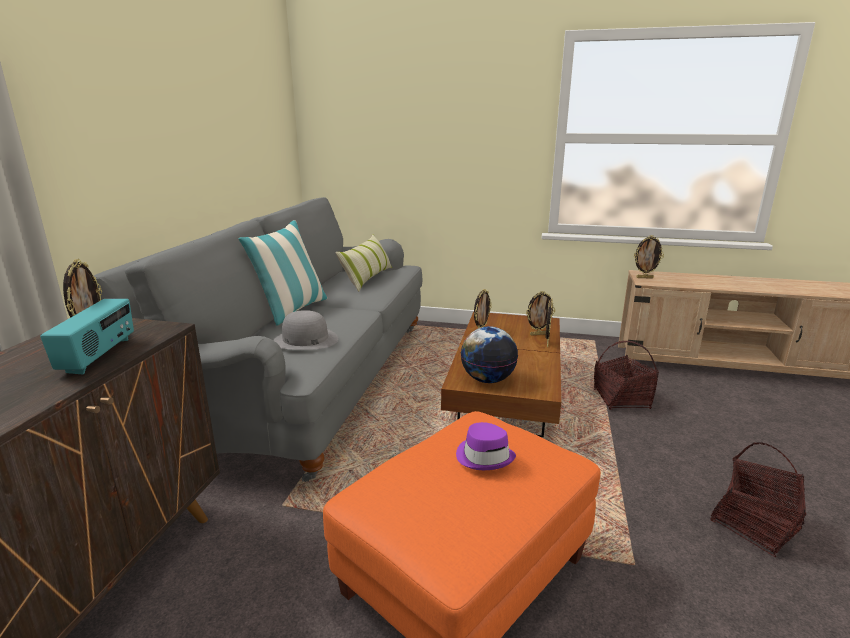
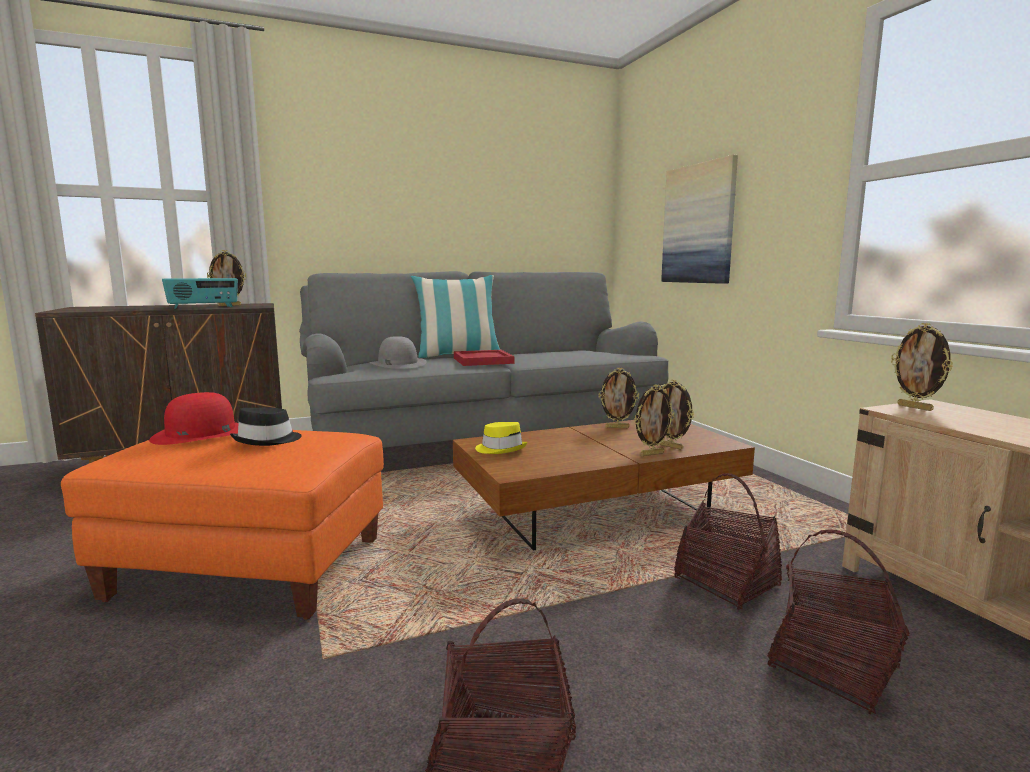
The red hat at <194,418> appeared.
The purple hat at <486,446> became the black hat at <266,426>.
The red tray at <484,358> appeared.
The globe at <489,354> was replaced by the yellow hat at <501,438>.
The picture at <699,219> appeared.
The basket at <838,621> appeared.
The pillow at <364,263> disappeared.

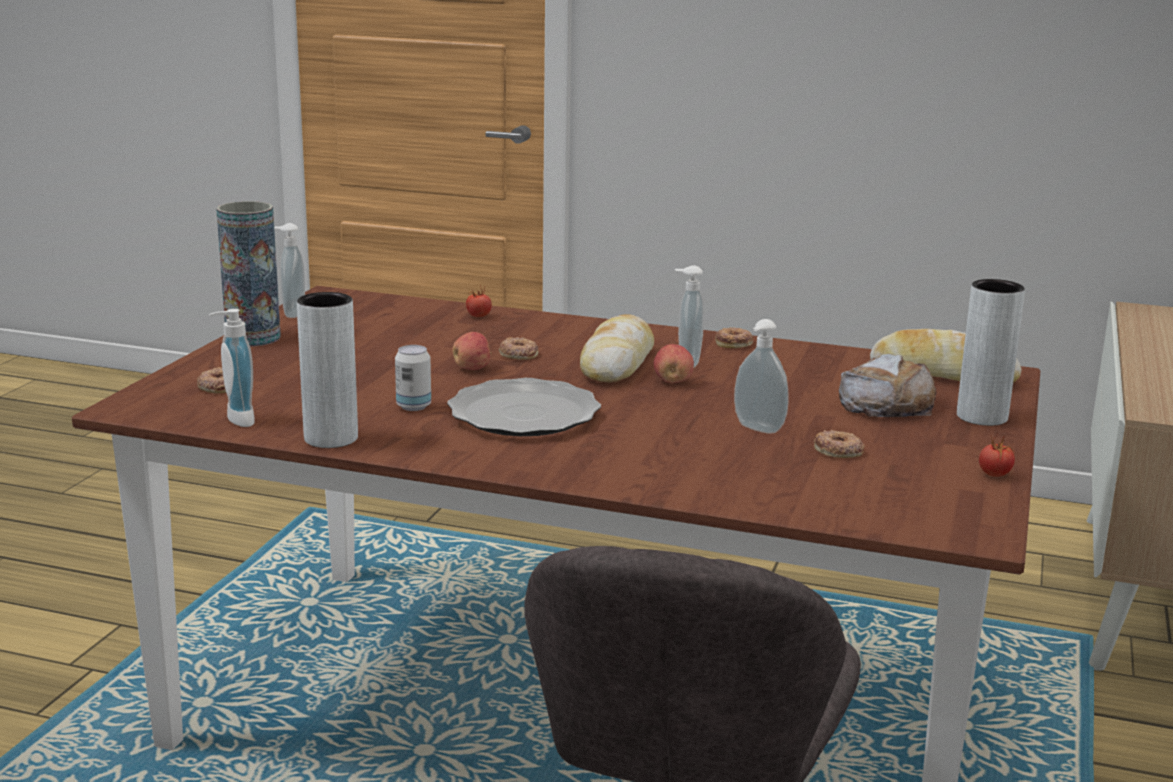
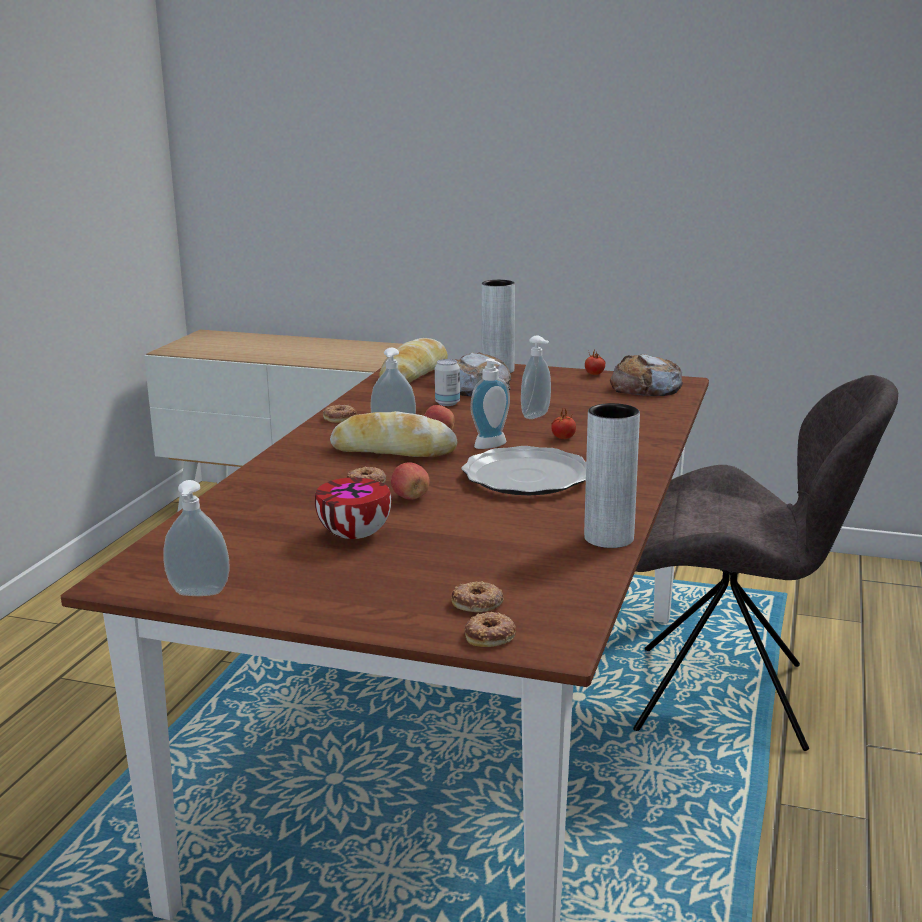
The bowl at <353,508> appeared.
The can moved from <413,378> to <447,382>.
The donut moved from <839,444> to <490,629>.
The soap dispenser moved from <232,368> to <490,404>.
The tomato moved from <479,301> to <563,424>.
The bread at <646,375> appeared.
The vase at <248,273> disappeared.

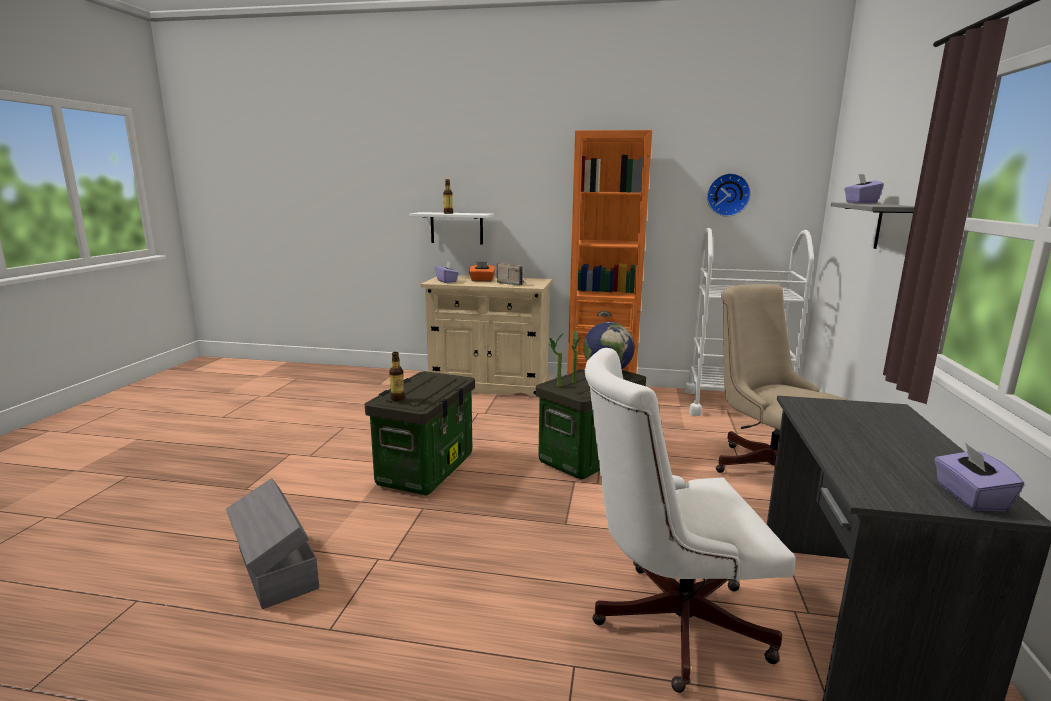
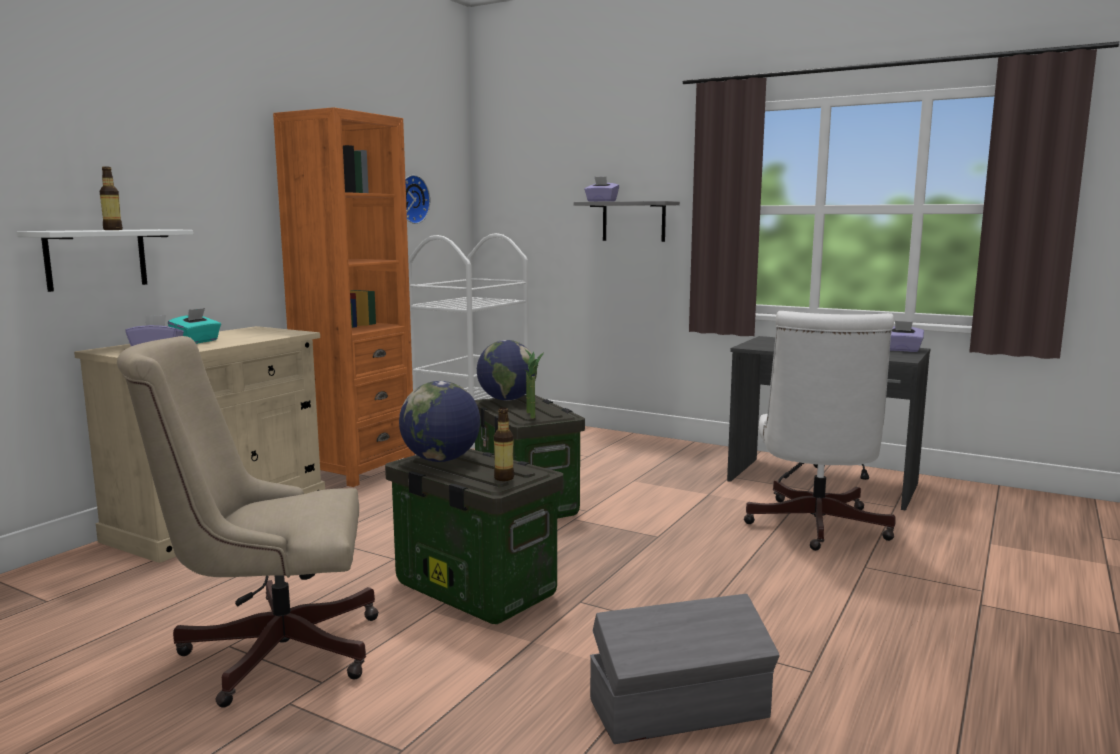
The beige office chair moved from <781,378> to <248,521>.
The orange tissue box at <482,271> became the turquoise tissue box at <194,326>.
The globe at <439,421> appeared.
The radio at <511,274> disappeared.

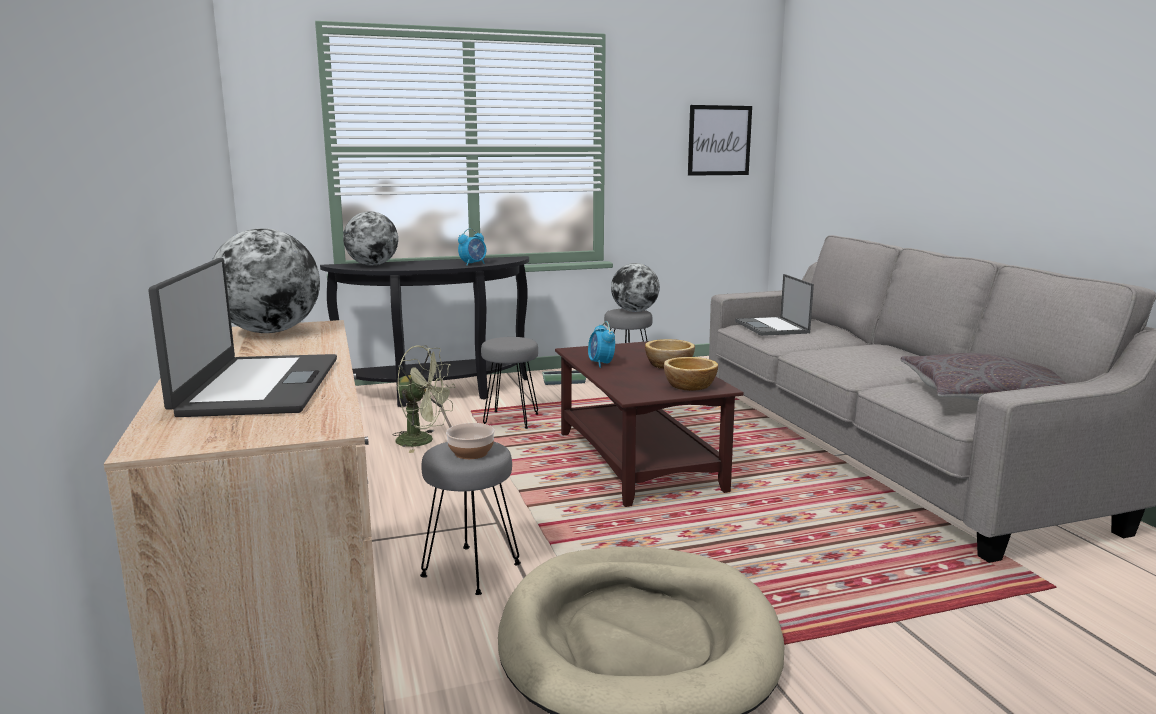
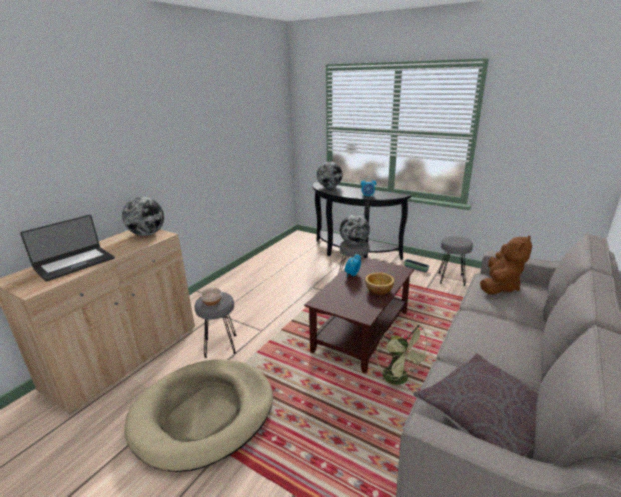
The globe moved from <635,287> to <355,230>.
The green fan moved from <424,399> to <404,353>.
The laptop at <774,305> was replaced by the brown plush toy at <506,265>.
The bowl at <691,374> disappeared.
The picture at <720,140> disappeared.

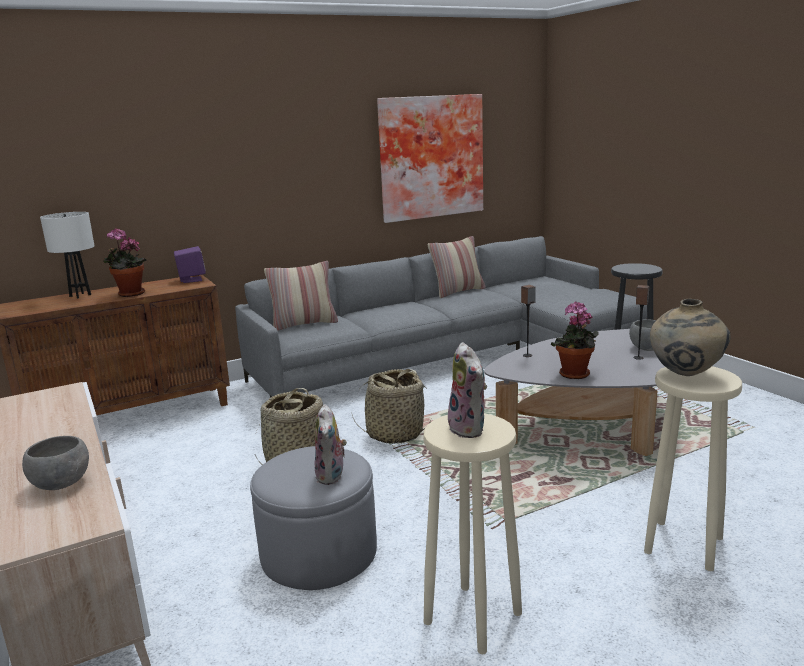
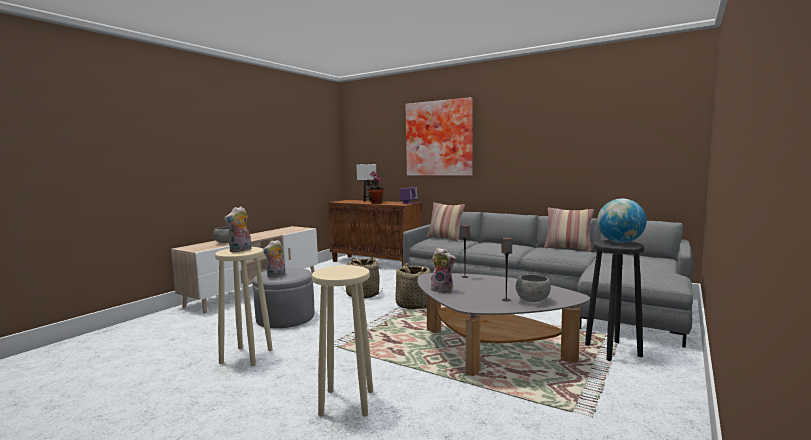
The picture moved from <430,158> to <438,136>.
The potted plant at <575,340> was replaced by the plush toy at <443,270>.
The globe at <622,221> appeared.
The beige vase at <690,337> disappeared.

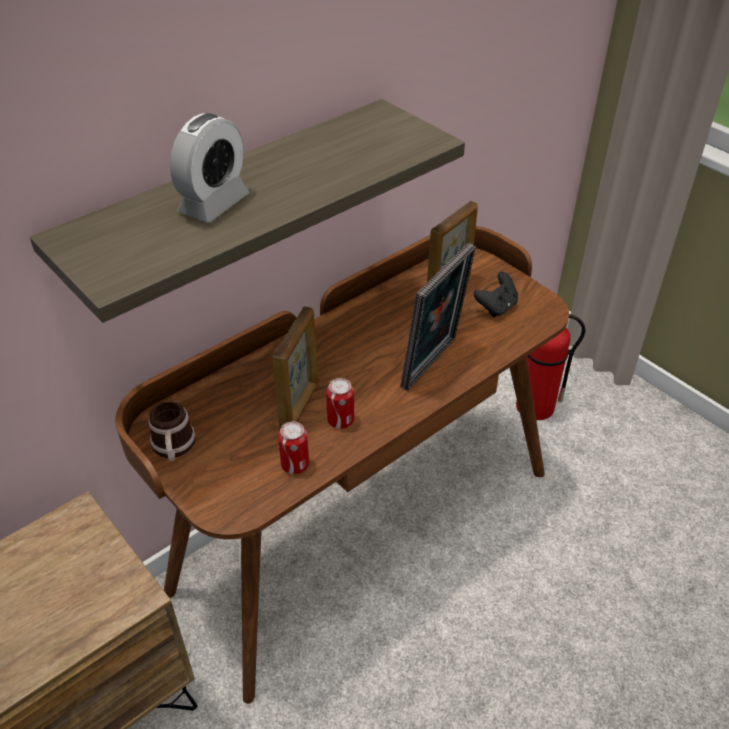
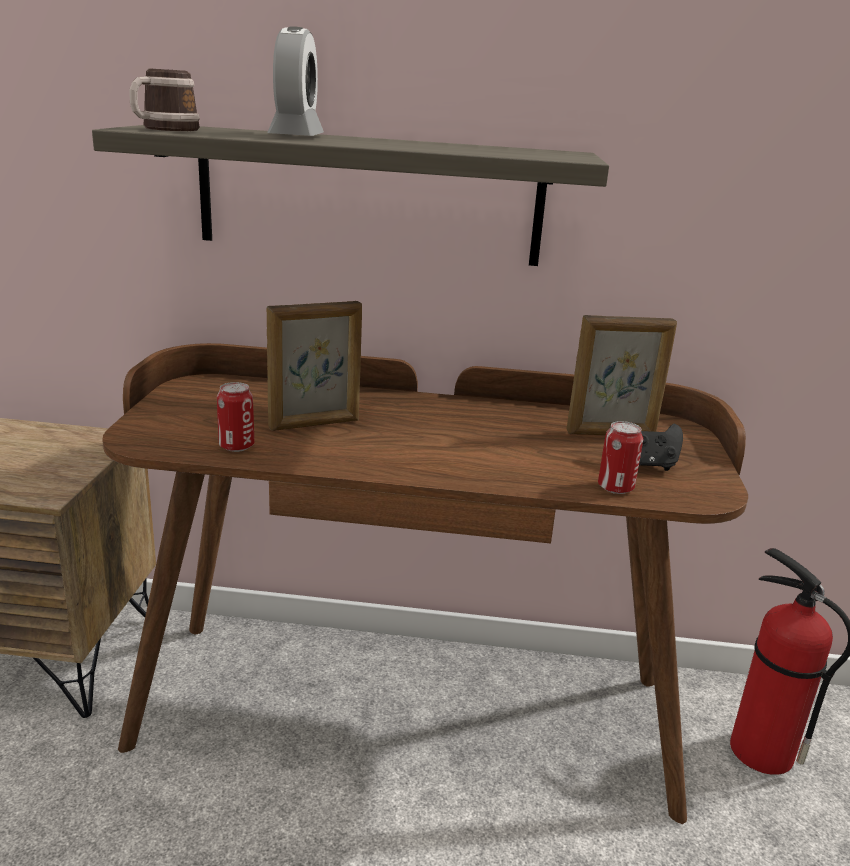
The mug moved from <172,431> to <164,100>.
The alarm clock at <209,168> turned 75 degrees counterclockwise.
The can moved from <340,403> to <620,457>.
The picture frame at <438,317> disappeared.

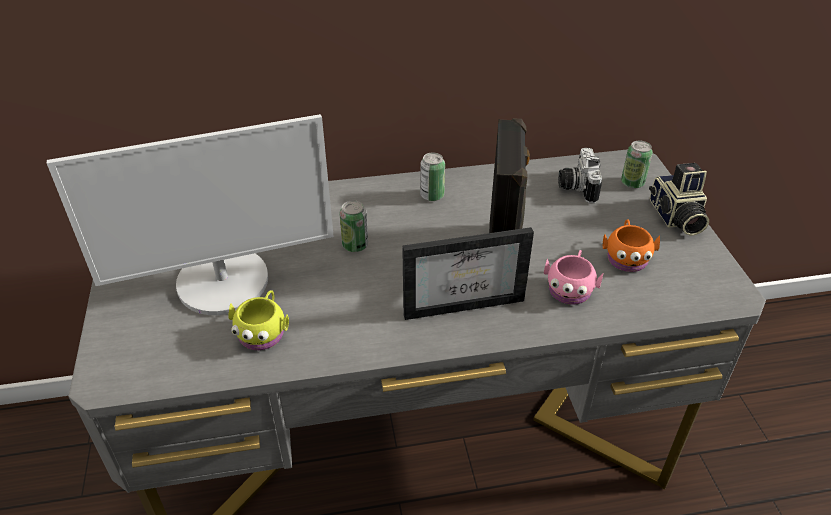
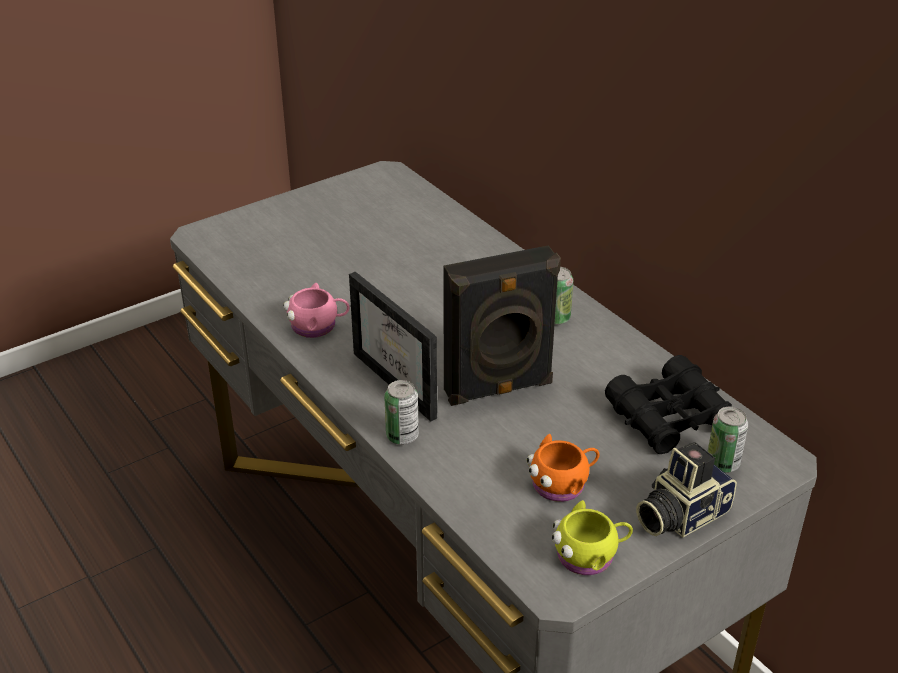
The pink mug moved from <573,277> to <316,310>.
The can moved from <354,226> to <401,412>.
The yellow mug moved from <259,320> to <592,537>.
The photo camera at <580,175> was replaced by the black binoculars at <668,404>.
The monitor at <190,214> disappeared.

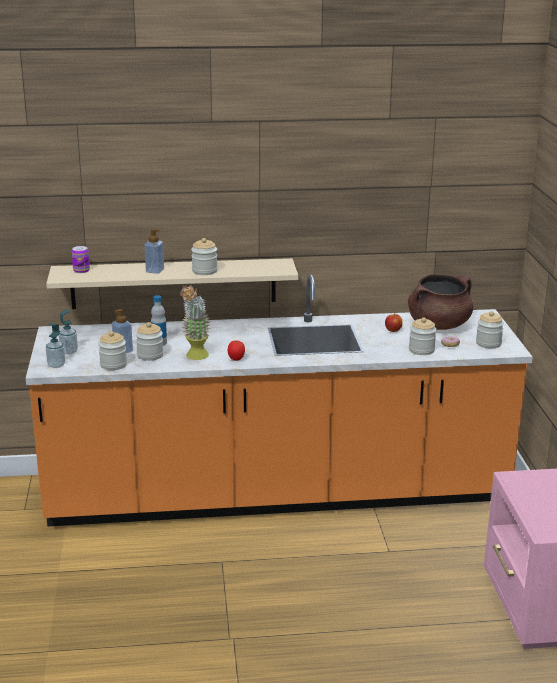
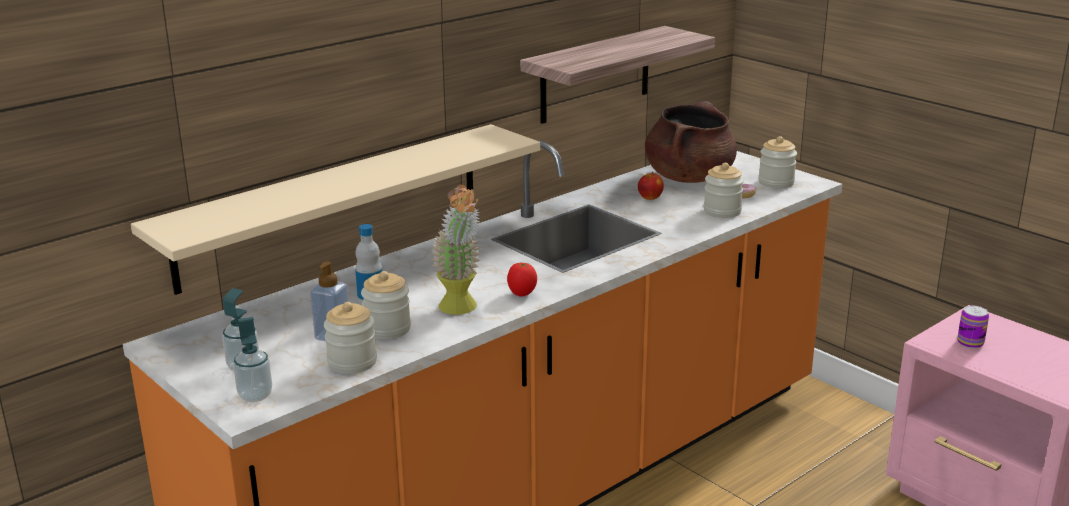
The shelf at <617,75> appeared.
The can moved from <81,259> to <973,327>.
The soap dispenser at <154,251> disappeared.
The jar at <204,256> disappeared.

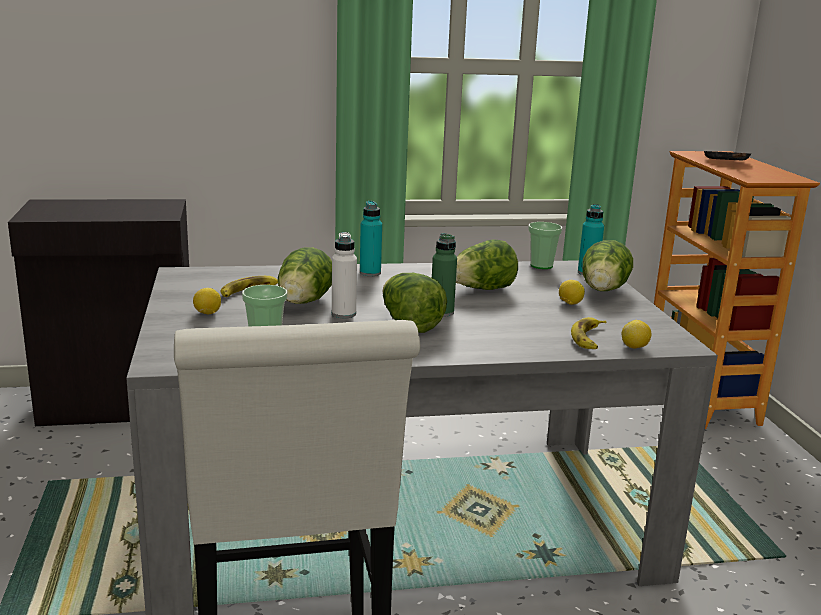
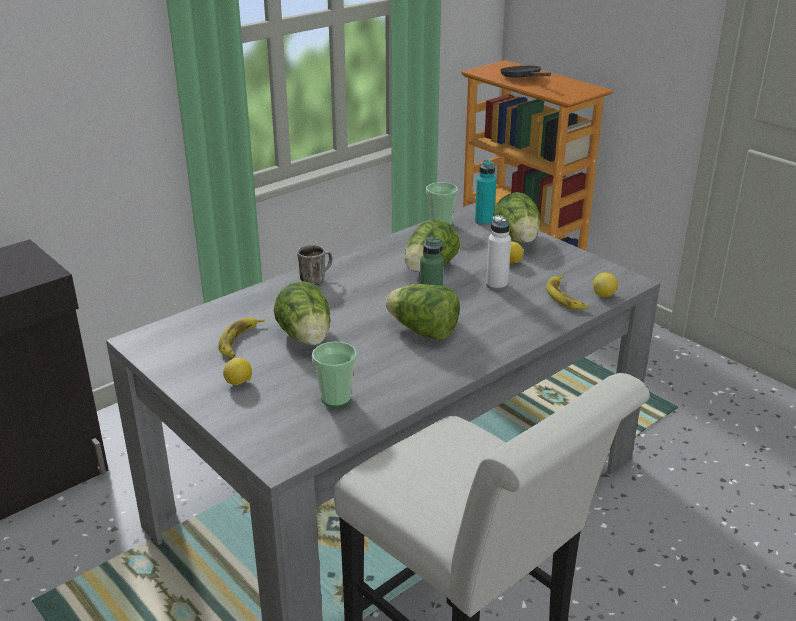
The turquoise bottle at <371,238> was replaced by the mug at <315,265>.
The white bottle moved from <344,275> to <498,252>.

